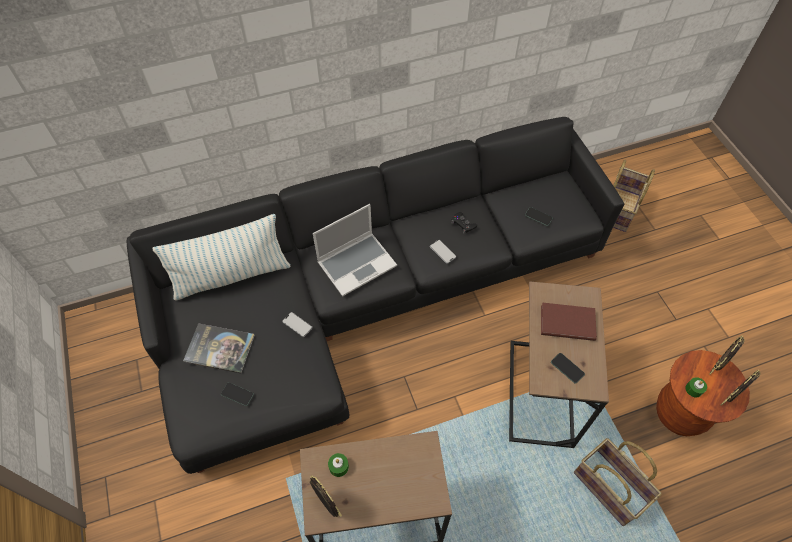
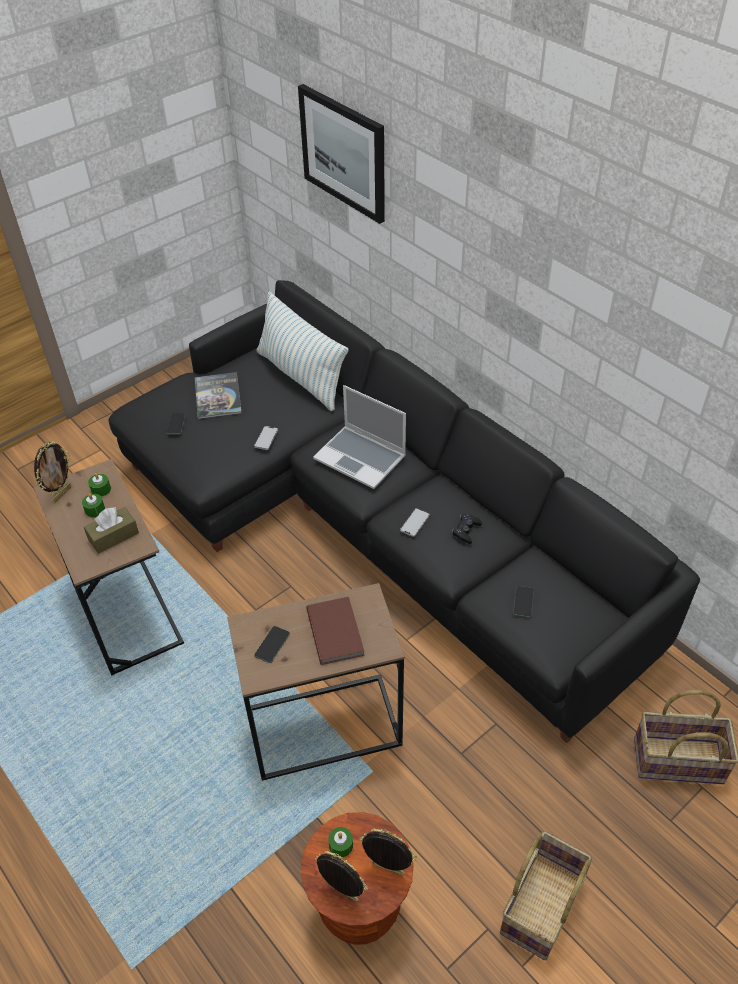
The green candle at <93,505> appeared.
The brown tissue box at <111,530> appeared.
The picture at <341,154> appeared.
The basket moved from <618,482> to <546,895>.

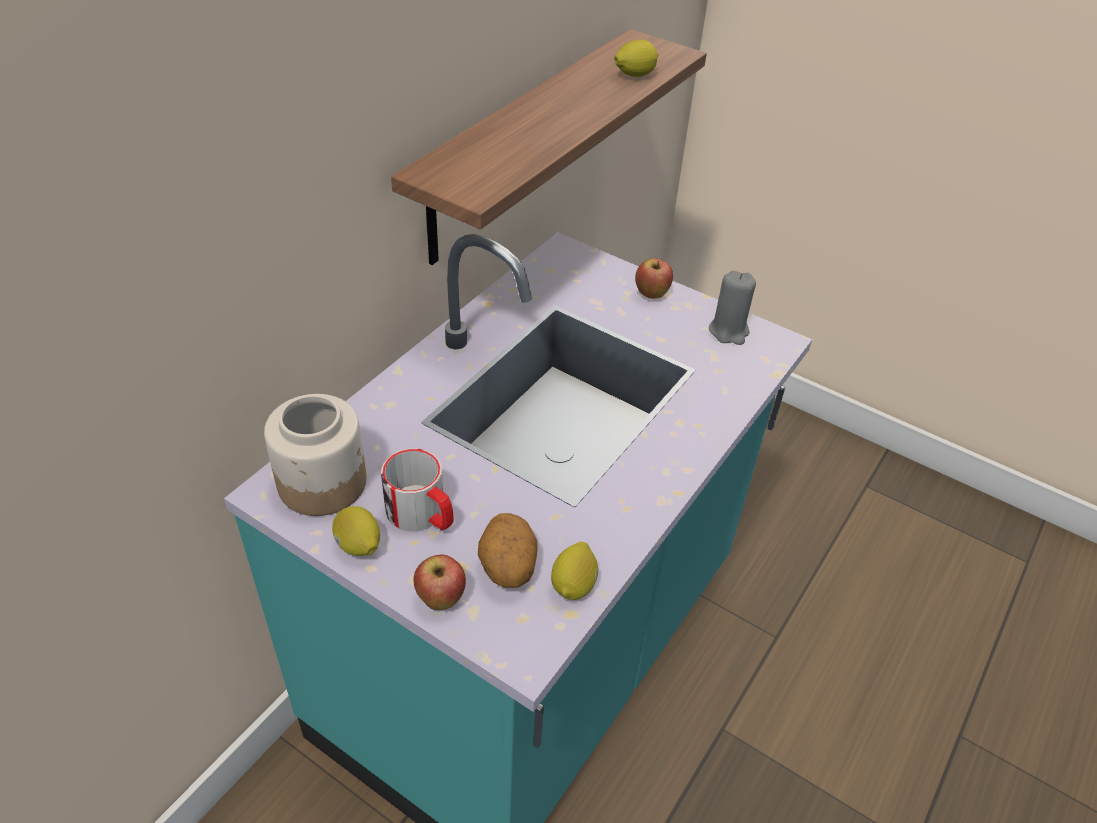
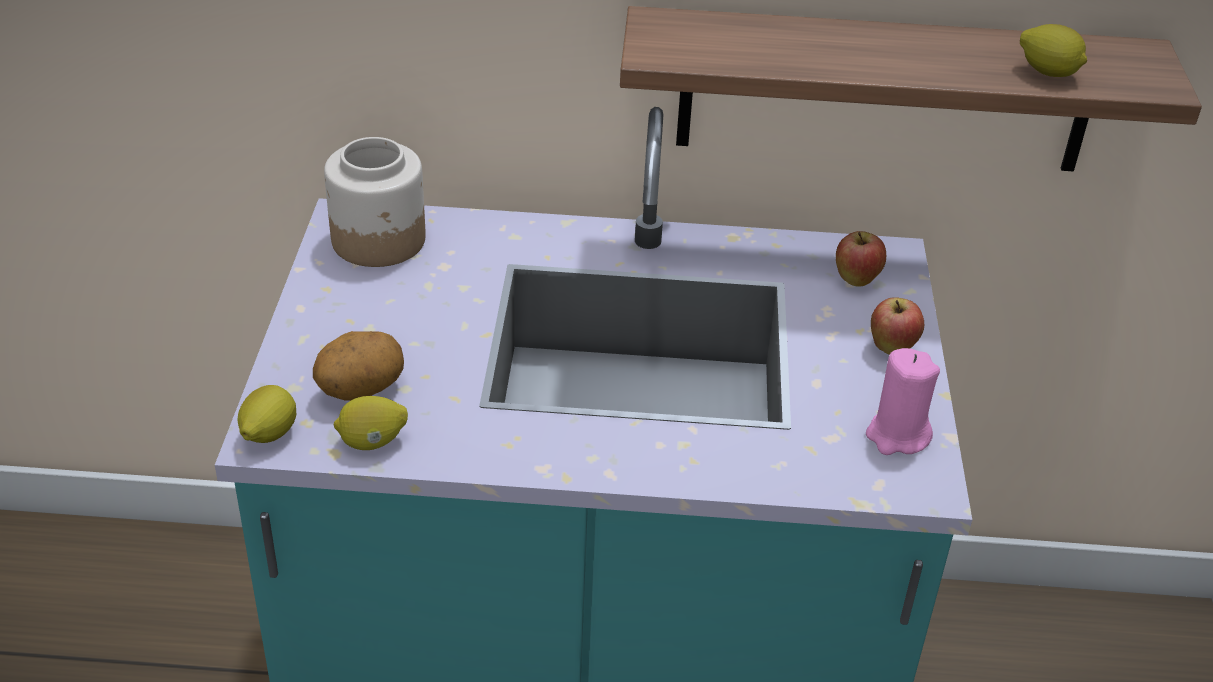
The lemon moved from <356,531> to <267,414>.
The apple moved from <440,582> to <861,259>.
The grey candle at <732,308> became the pink candle at <903,401>.
The mug at <417,490> disappeared.

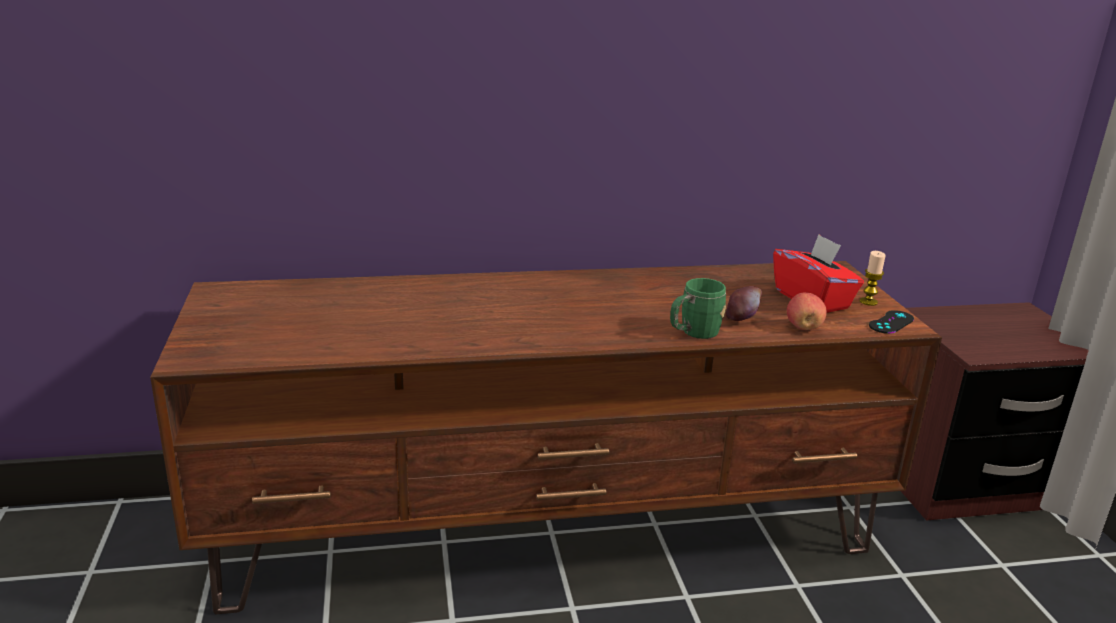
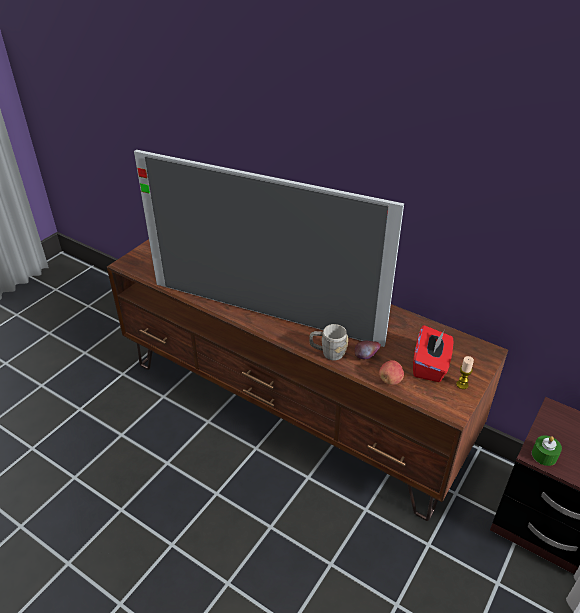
The television at <269,248> appeared.
The green mug at <698,308> became the grey mug at <328,342>.
The green candle at <547,450> appeared.
The black game controller at <891,322> disappeared.

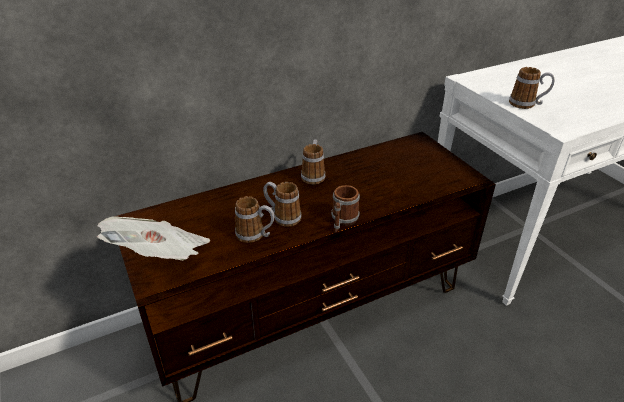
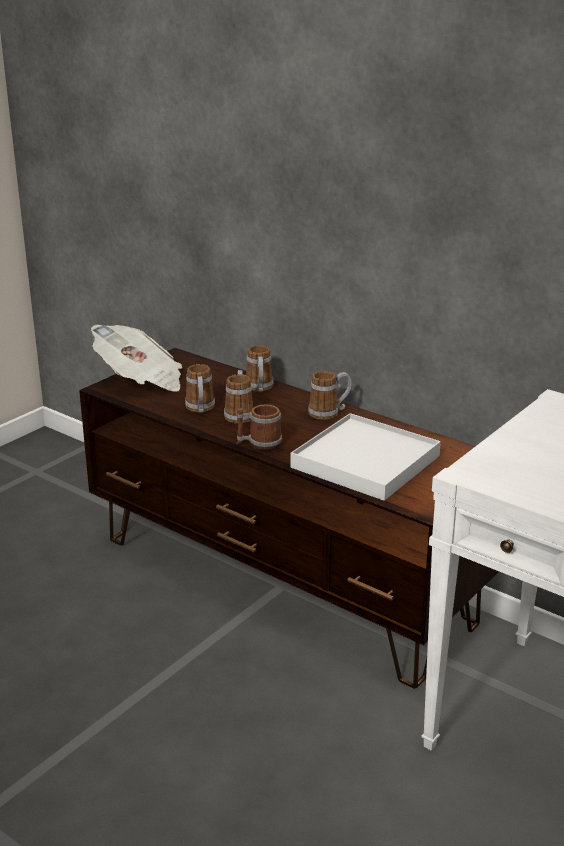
The mug moved from <531,88> to <259,368>.
The white tray at <366,457> appeared.

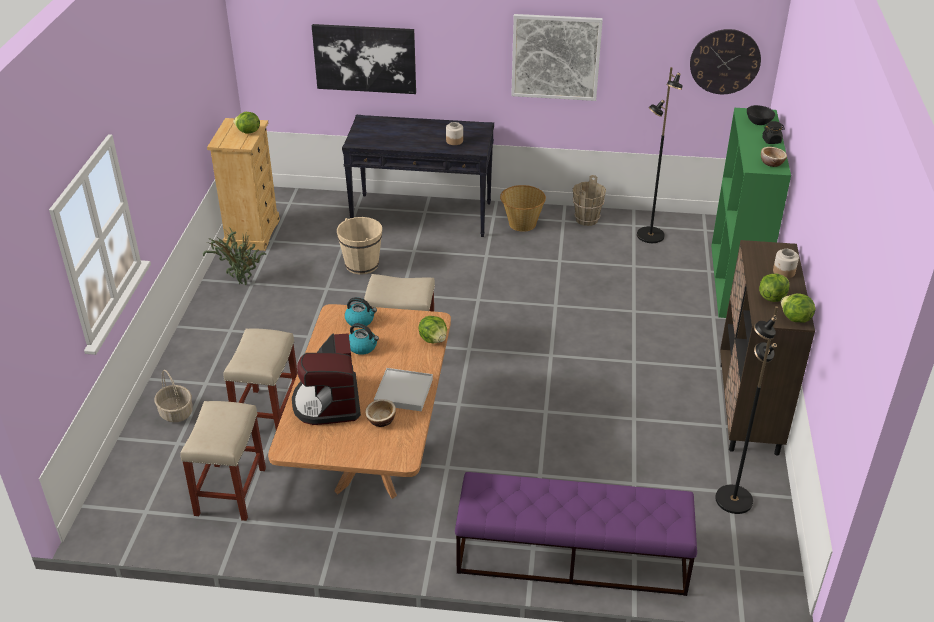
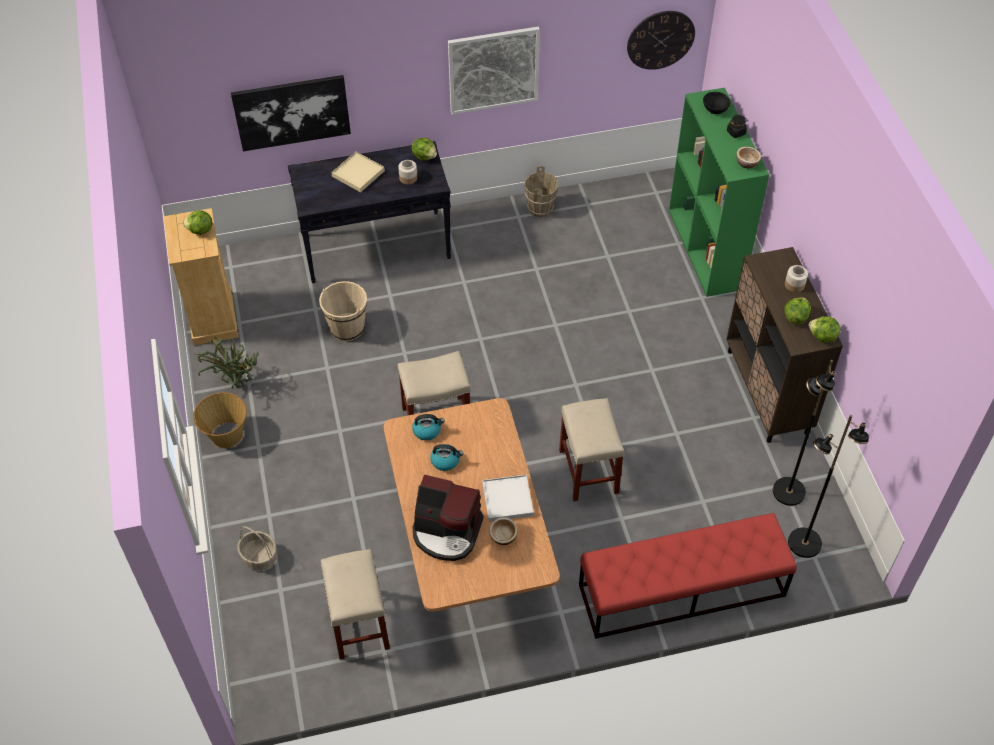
The basket moved from <523,208> to <220,420>.
The beige tray at <358,172> appeared.
The lettuce moved from <432,329> to <424,149>.
The coffee machine at <326,379> turned 45 degrees counterclockwise.
The beige stool moved from <260,379> to <591,450>.
The purple bench at <576,534> became the red bench at <688,576>.
The black floor lamp moved from <660,155> to <828,486>.

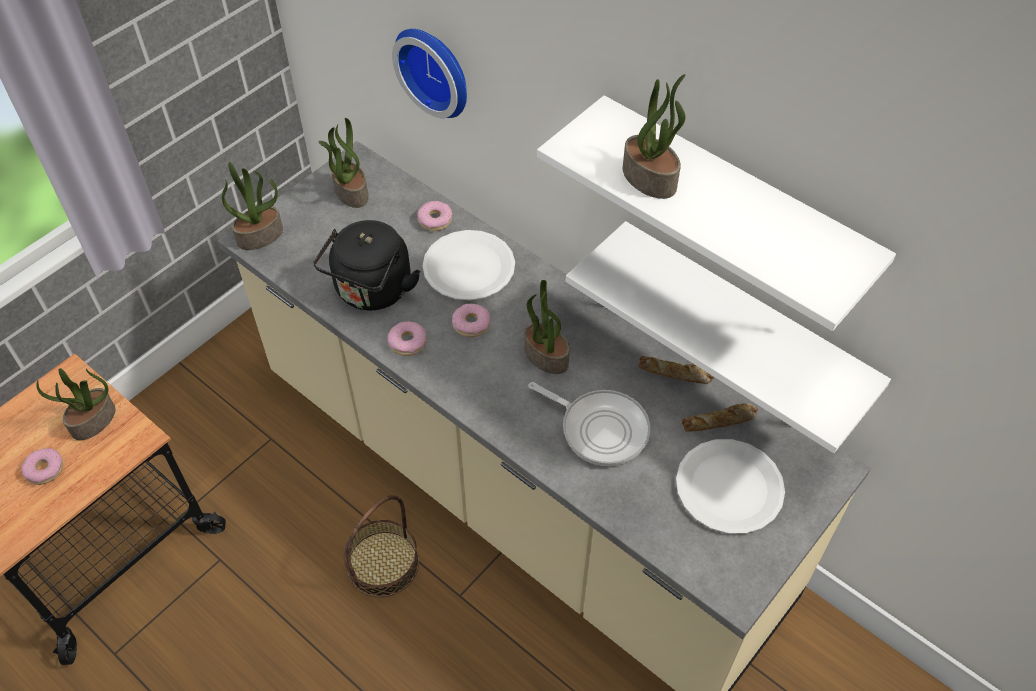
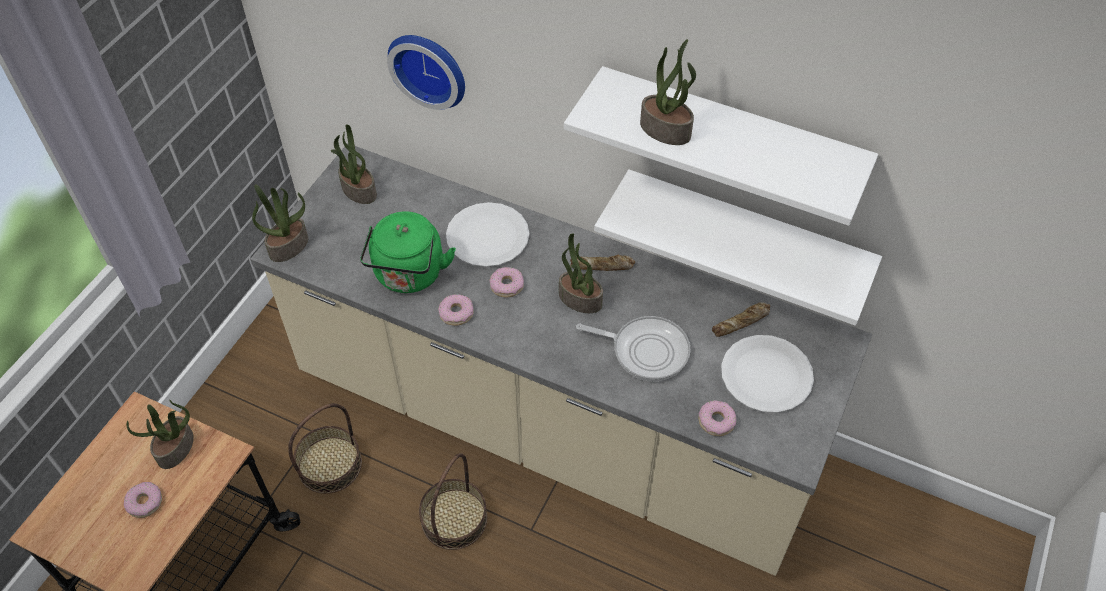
The basket at <325,448> appeared.
The black kettle at <366,265> became the green kettle at <408,252>.
The bread moved from <676,370> to <602,263>.
The donut moved from <435,216> to <717,418>.

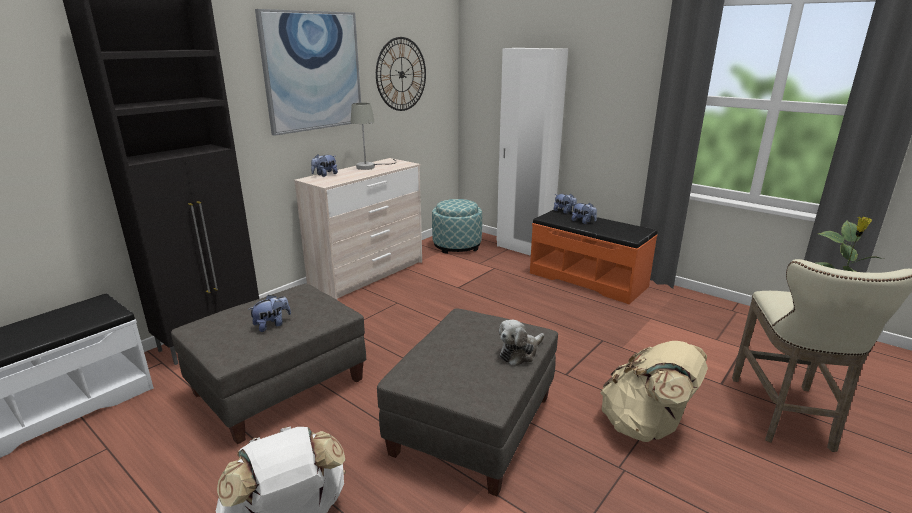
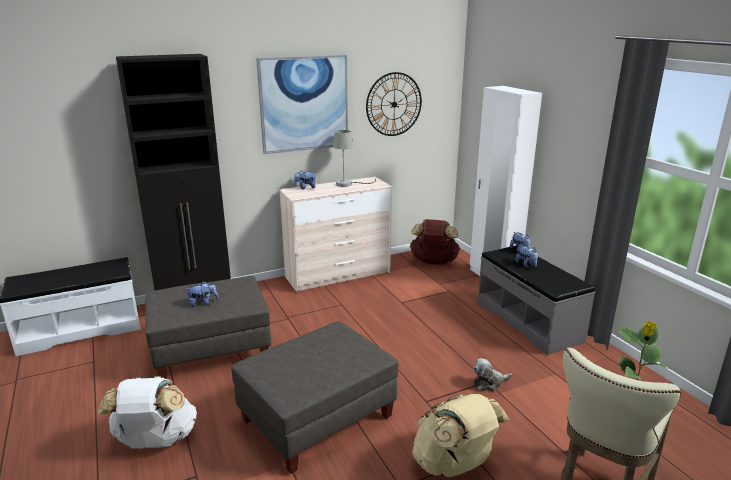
The ottoman at <457,226> was replaced by the brown backpack at <435,242>.
The plush toy moved from <521,343> to <492,374>.
The orange bench at <594,256> became the grey bench at <536,300>.

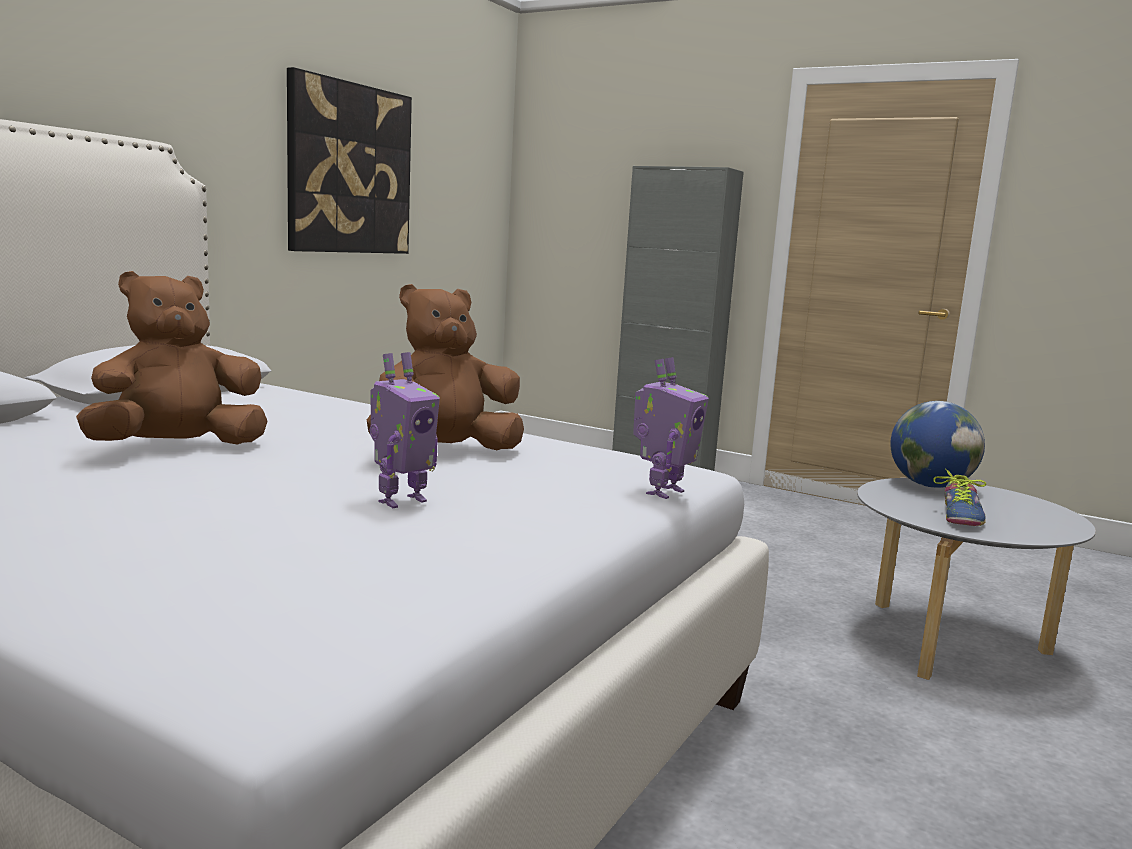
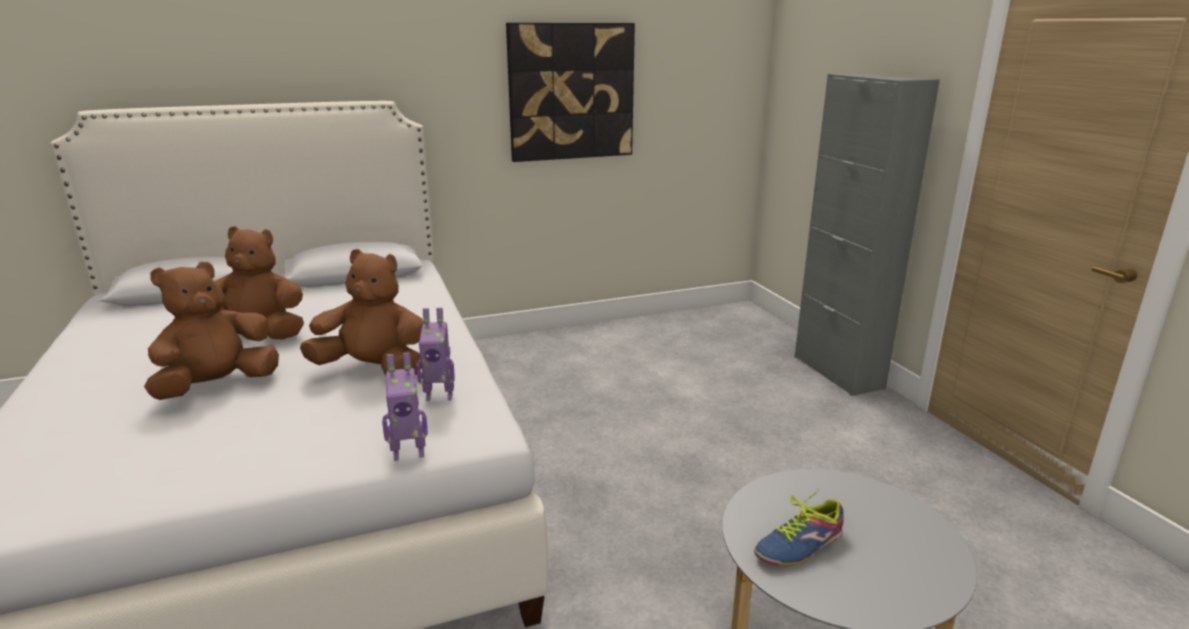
The brown plush toy at <211,331> appeared.
The toy robot moved from <405,430> to <435,354>.
The globe at <937,444> disappeared.

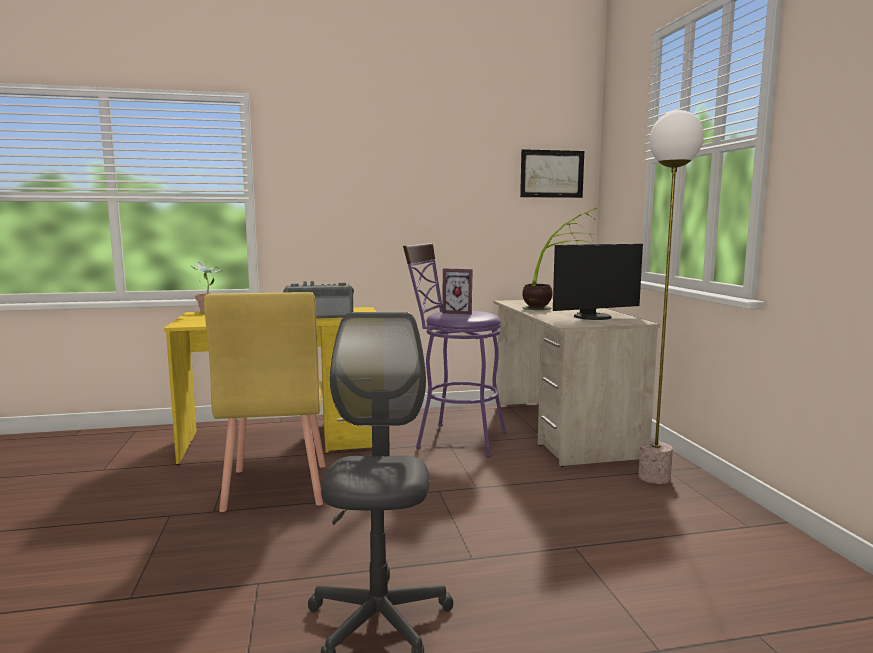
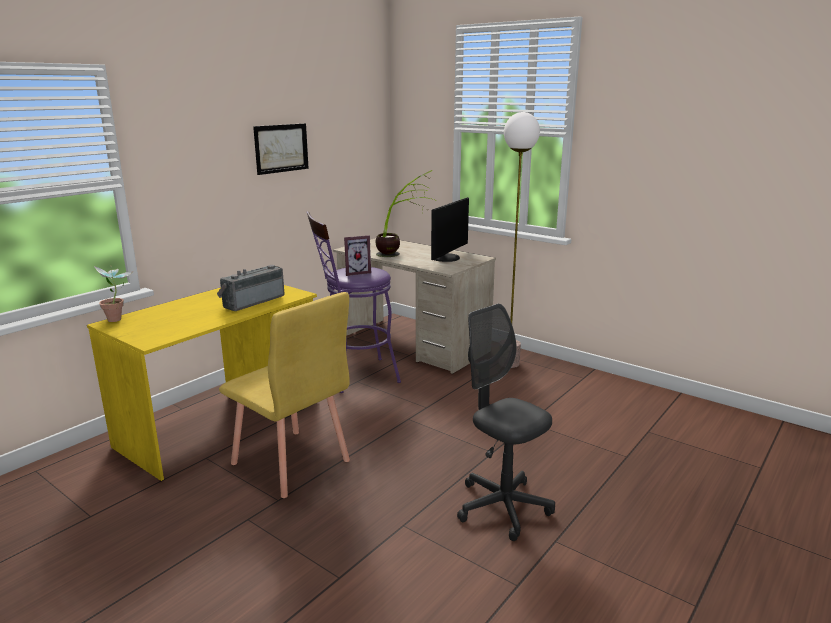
The picture moved from <552,173> to <281,149>.

